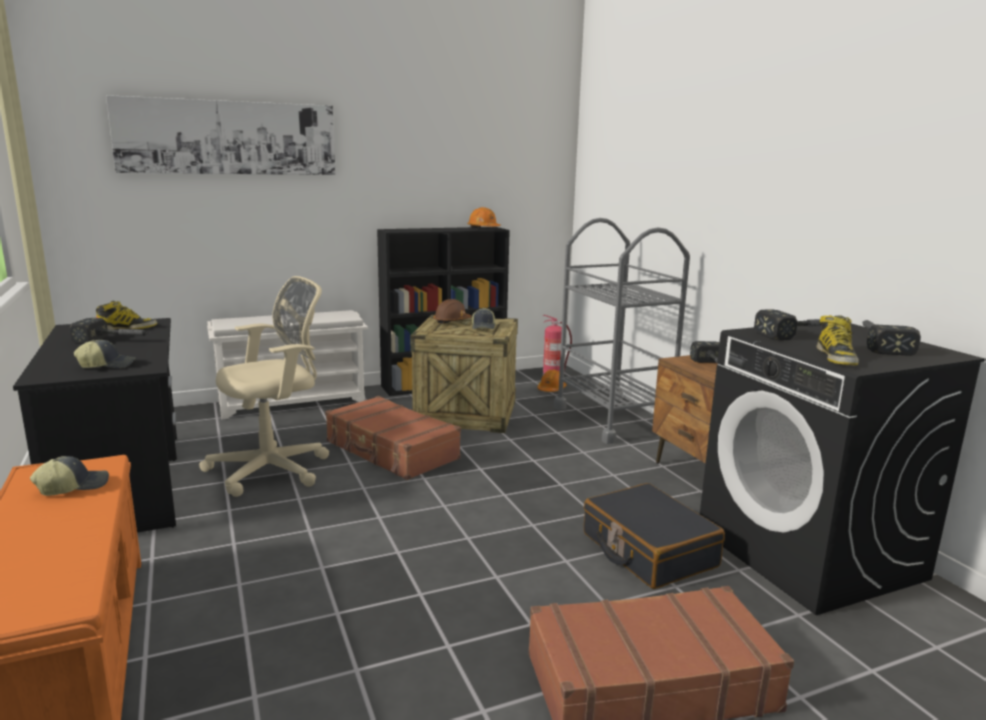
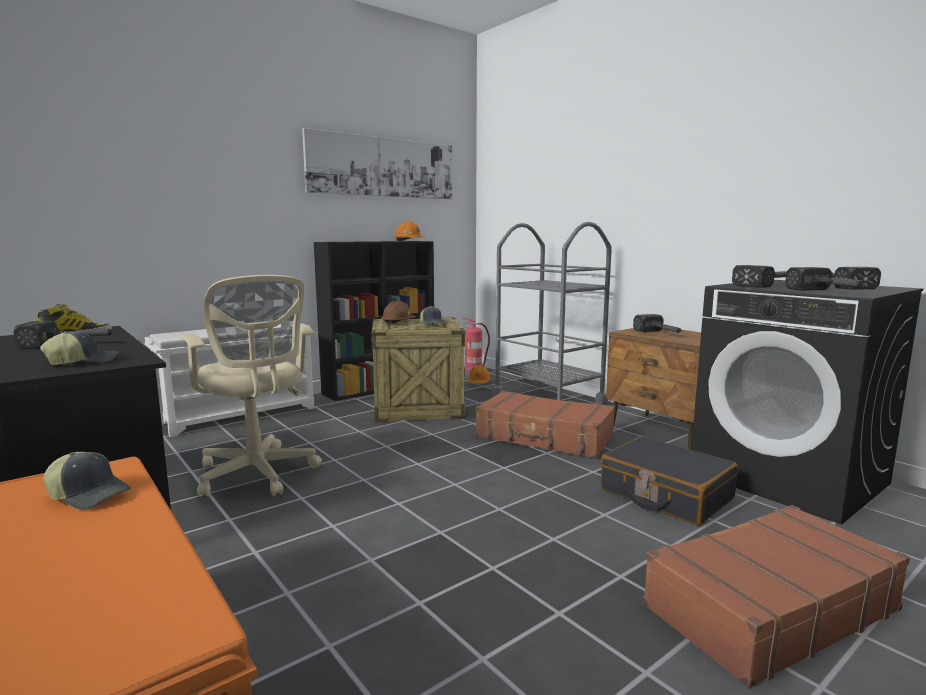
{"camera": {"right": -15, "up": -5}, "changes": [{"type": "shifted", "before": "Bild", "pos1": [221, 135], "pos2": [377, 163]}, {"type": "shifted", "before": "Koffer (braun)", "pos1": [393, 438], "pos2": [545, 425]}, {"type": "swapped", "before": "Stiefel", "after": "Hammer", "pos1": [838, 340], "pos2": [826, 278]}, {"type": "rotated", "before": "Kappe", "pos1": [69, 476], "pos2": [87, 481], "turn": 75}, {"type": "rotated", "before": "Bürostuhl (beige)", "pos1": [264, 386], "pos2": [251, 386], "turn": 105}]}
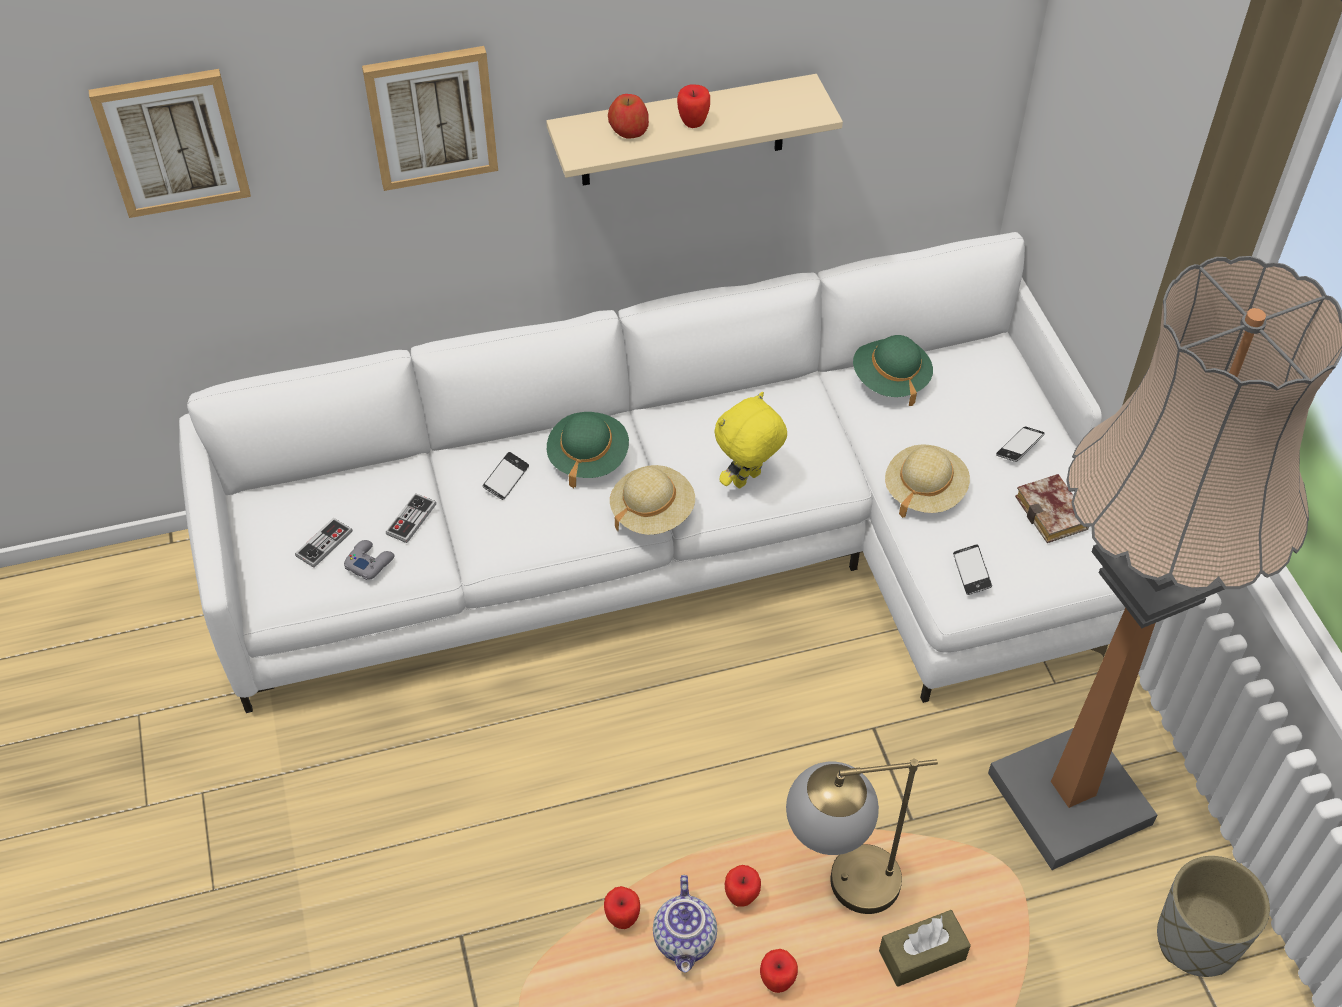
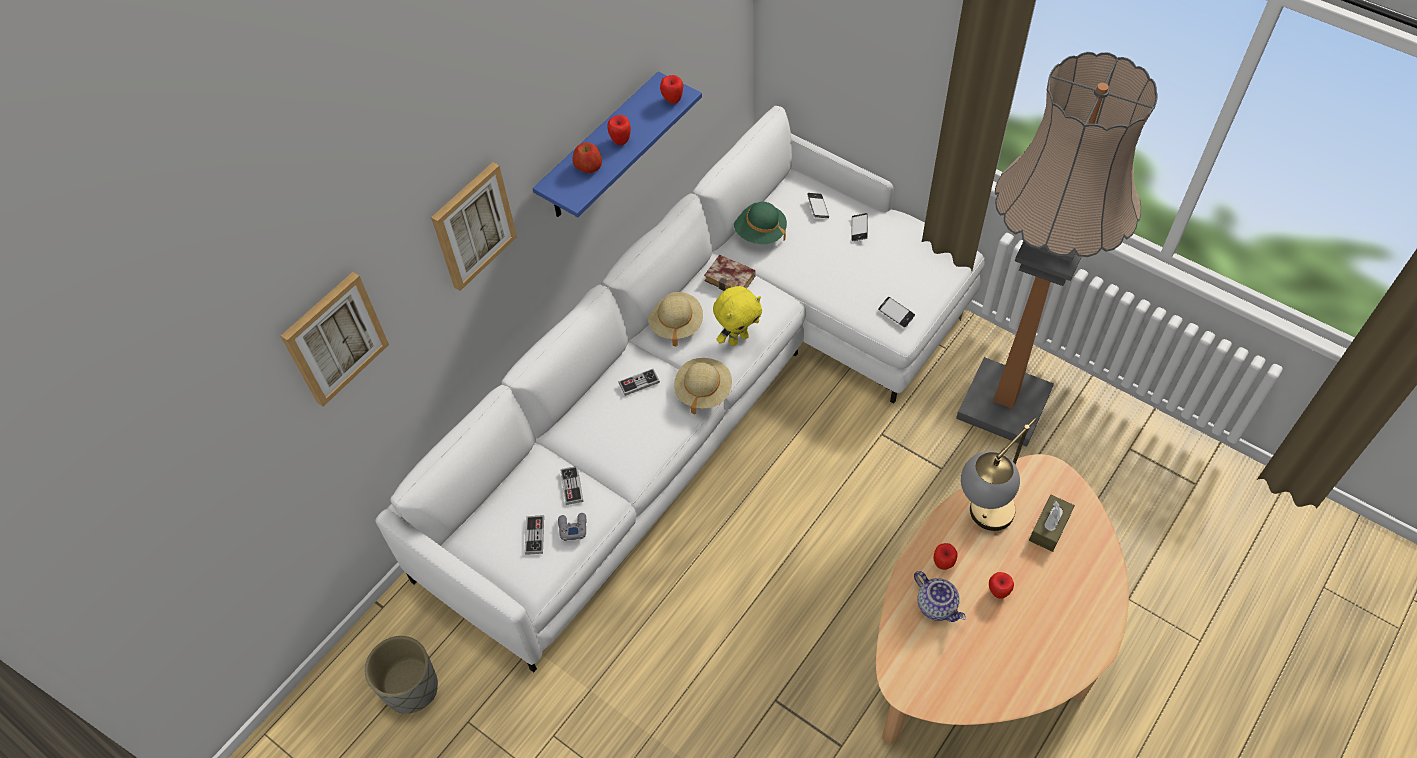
{"camera": {"right": -35, "up": 5}, "changes": [{"type": "shifted", "before": "Handy", "pos1": [506, 476], "pos2": [818, 205]}, {"type": "shifted", "before": "Apfel", "pos1": [622, 907], "pos2": [671, 89]}, {"type": "shifted", "before": "Hut (beige)", "pos1": [927, 481], "pos2": [675, 319]}, {"type": "shifted", "before": "Buch", "pos1": [1052, 508], "pos2": [730, 273]}, {"type": "shifted", "before": "Pflanzkübel (grau)", "pos1": [1213, 916], "pos2": [401, 675]}, {"type": "swapped", "before": "Hut (grün)", "after": "Gamepad", "pos1": [588, 450], "pos2": [639, 382]}, {"type": "repainted", "before": "Wandregal (beige)", "after": "Wandregal (blau)", "pos1": [694, 130], "pos2": [617, 144]}, {"type": "rotated", "before": "Plüschtier (gelb)", "pos1": [750, 440], "pos2": [737, 316], "turn": -135}]}
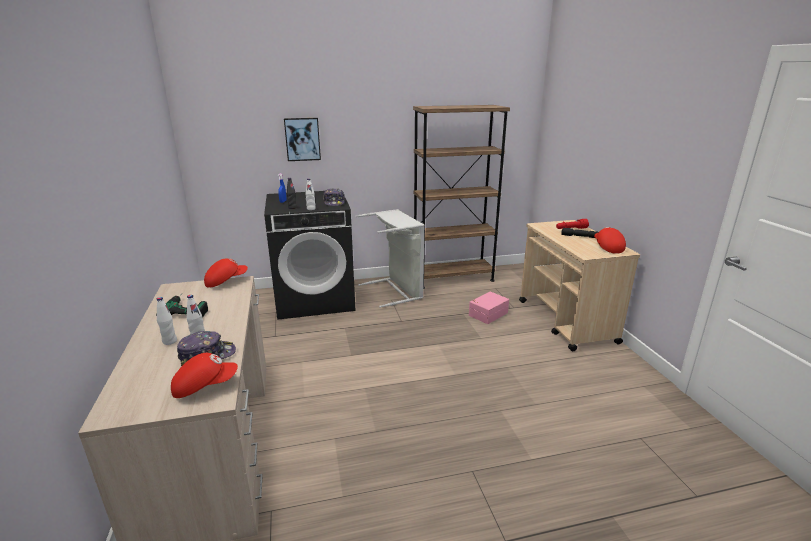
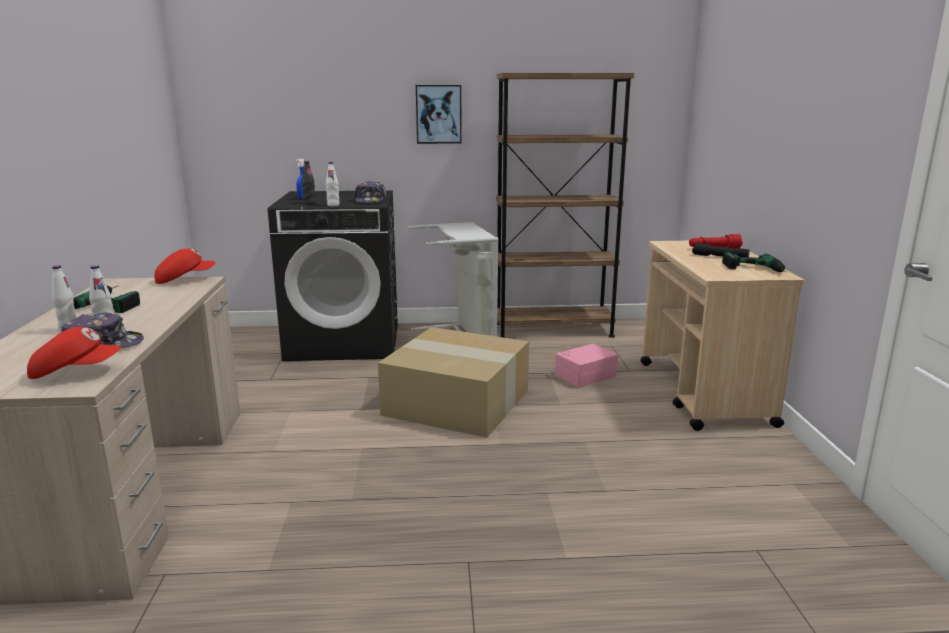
{"camera": {"right": 10, "up": -5}, "changes": [{"type": "new", "after": "Karton", "pos2": [453, 382]}, {"type": "shifted", "before": "Bild", "pos1": [302, 139], "pos2": [439, 114]}, {"type": "swapped", "before": "Kappe (rot)", "after": "Bohrmaschine", "pos1": [610, 240], "pos2": [754, 262]}]}
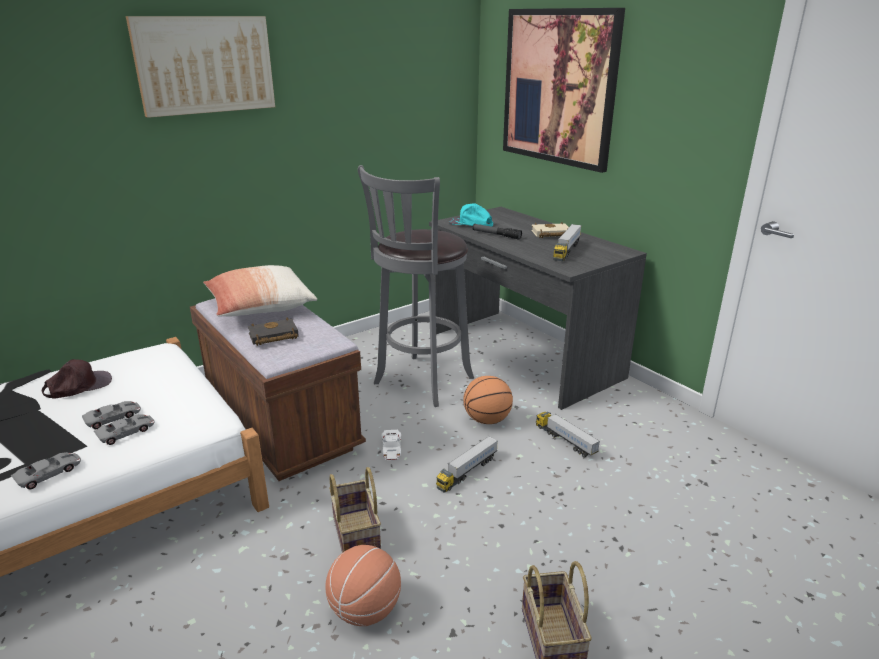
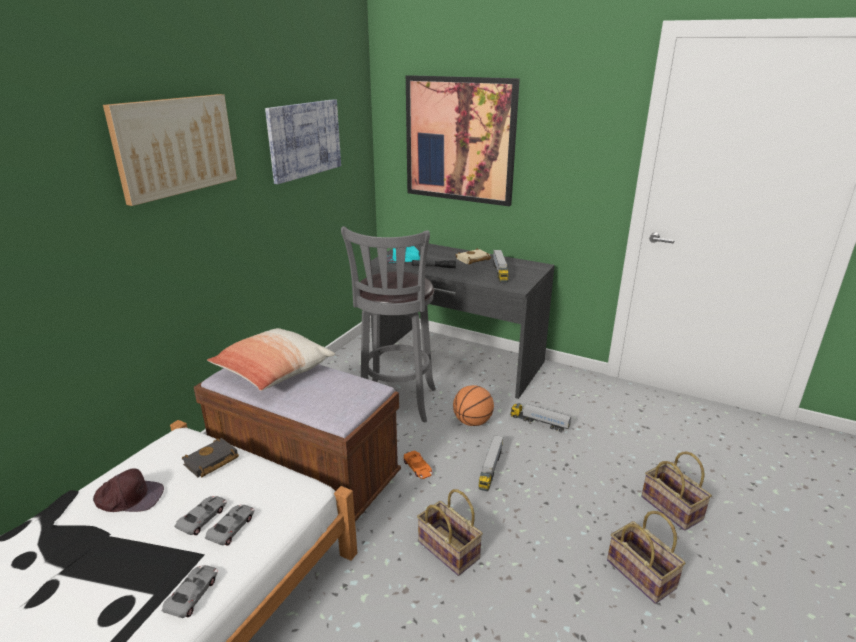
{"camera": {"right": -25, "up": 0}, "changes": [{"type": "gone", "before": "Basketball", "pos1": [363, 585]}, {"type": "new", "after": "Bild", "pos2": [303, 141]}, {"type": "new", "after": "Korb", "pos2": [676, 491]}, {"type": "shifted", "before": "Buch (schwarz)", "pos1": [273, 332], "pos2": [210, 458]}, {"type": "repainted", "before": "Spielzeugauto (weiß)", "after": "Spielzeugauto (orange)", "pos1": [391, 445], "pos2": [418, 464]}, {"type": "rotated", "before": "Kappe (braun)", "pos1": [77, 379], "pos2": [128, 490], "turn": 60}]}
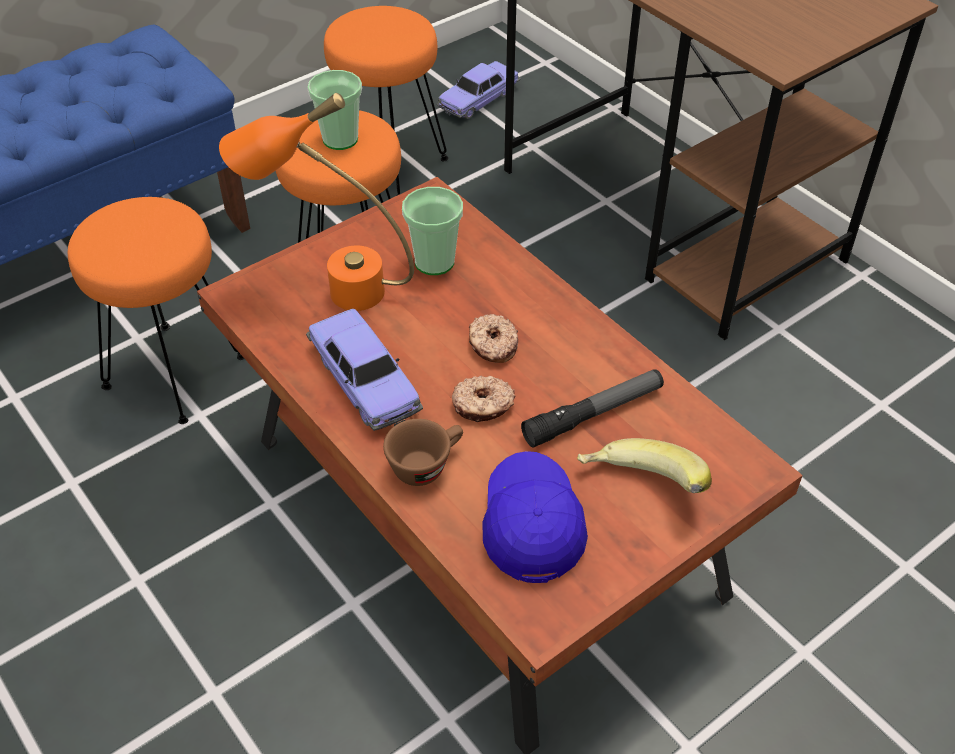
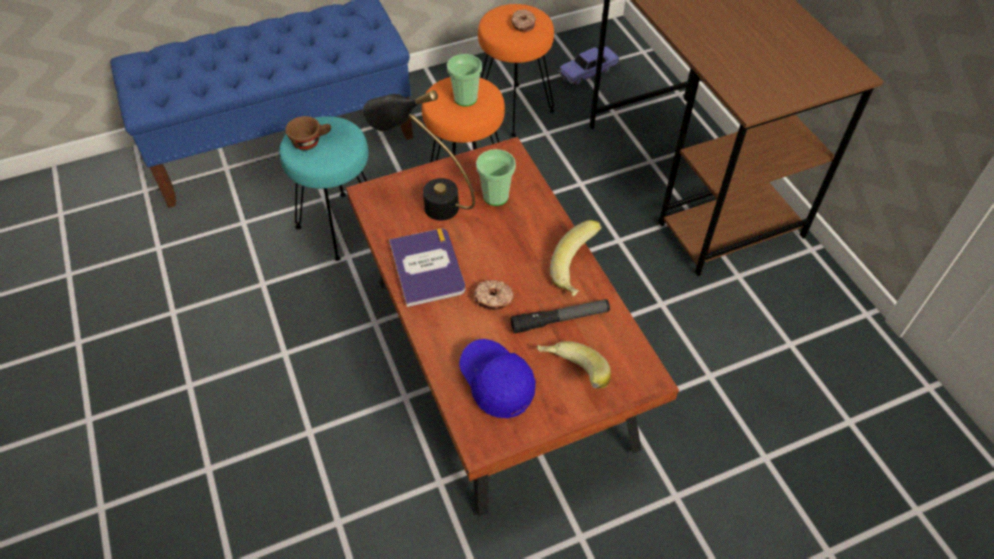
{"camera": {"right": 15, "up": 5}, "changes": [{"type": "new", "after": "Banane", "pos2": [576, 258]}, {"type": "shifted", "before": "Tasse (braun)", "pos1": [423, 452], "pos2": [308, 133]}, {"type": "shifted", "before": "Donut", "pos1": [493, 338], "pos2": [523, 20]}, {"type": "swapped", "before": "Spielzeugauto", "after": "Buch", "pos1": [364, 370], "pos2": [427, 268]}, {"type": "repainted", "before": "Hocker (orange)", "after": "Hocker (türkis)", "pos1": [156, 310], "pos2": [323, 188]}, {"type": "repainted", "before": "Tischlampe (orange)", "after": "Tischlampe (schwarz)", "pos1": [316, 202], "pos2": [419, 155]}, {"type": "rotated", "before": "Kappe (blau)", "pos1": [535, 517], "pos2": [497, 378], "turn": -45}]}
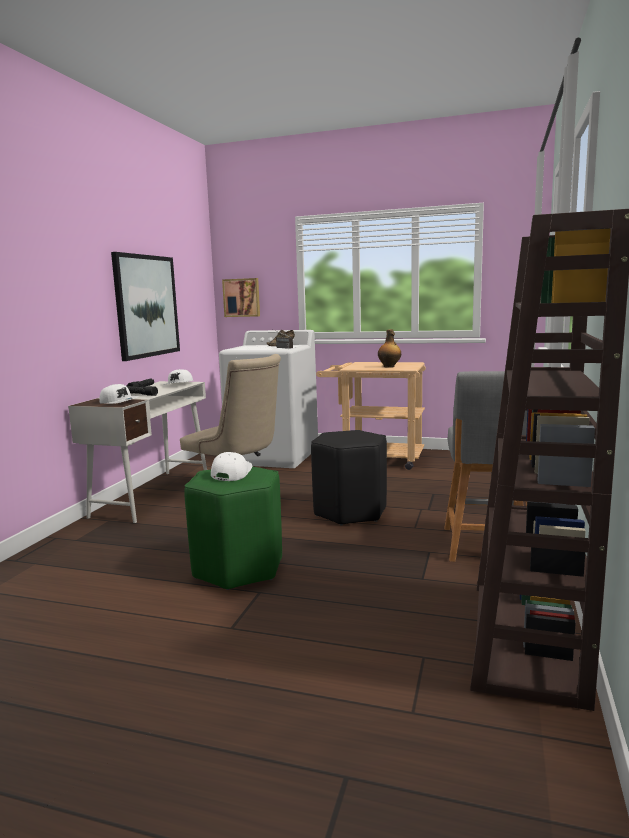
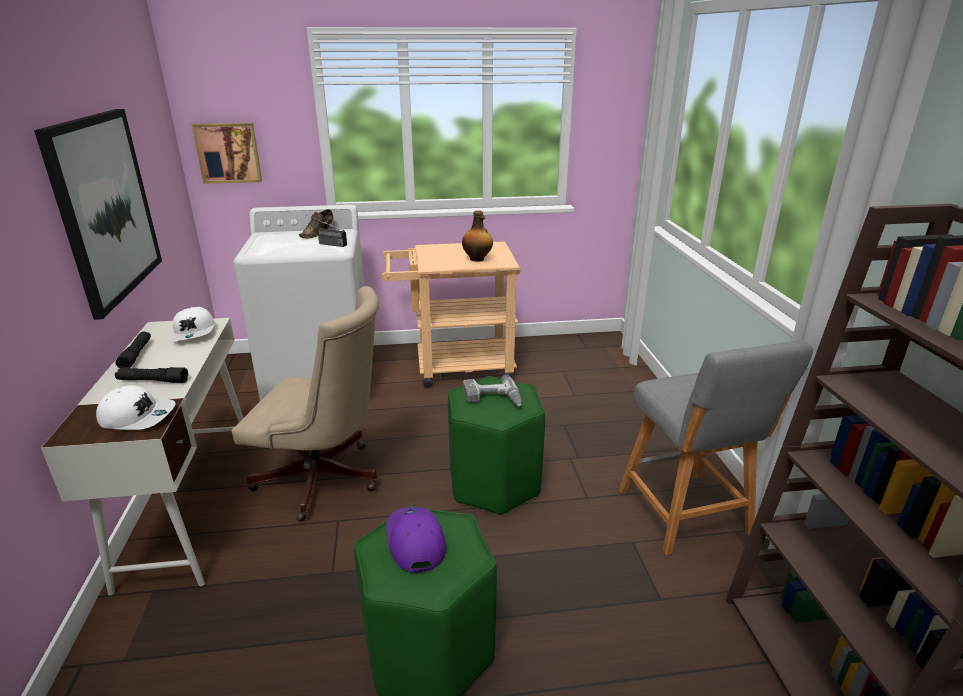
{"camera": {"right": -25, "up": 15}, "changes": [{"type": "new", "after": "Bohrmaschine", "pos2": [492, 390]}, {"type": "repainted", "before": "Kappe (weiß)", "after": "Kappe (lila)", "pos1": [231, 466], "pos2": [416, 540]}, {"type": "repainted", "before": "Hocker (schwarz)", "after": "Hocker (grün)", "pos1": [349, 478], "pos2": [496, 445]}]}
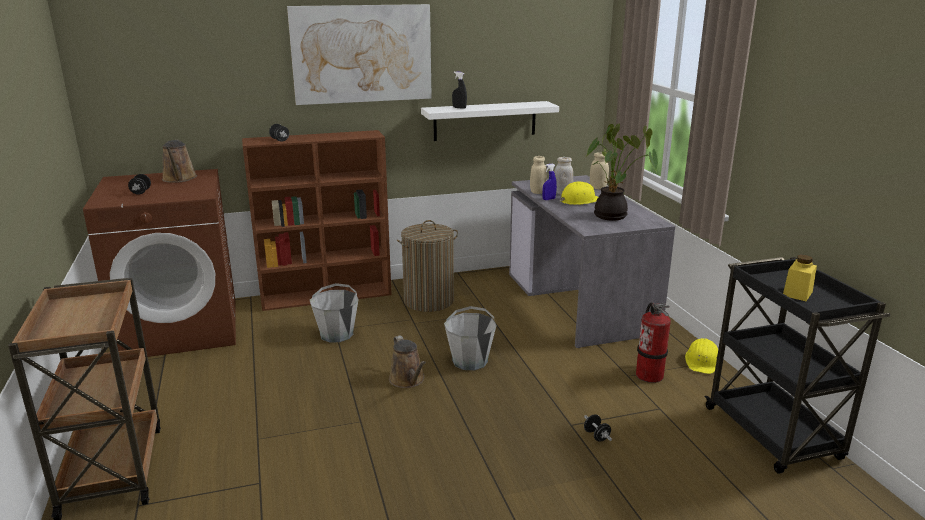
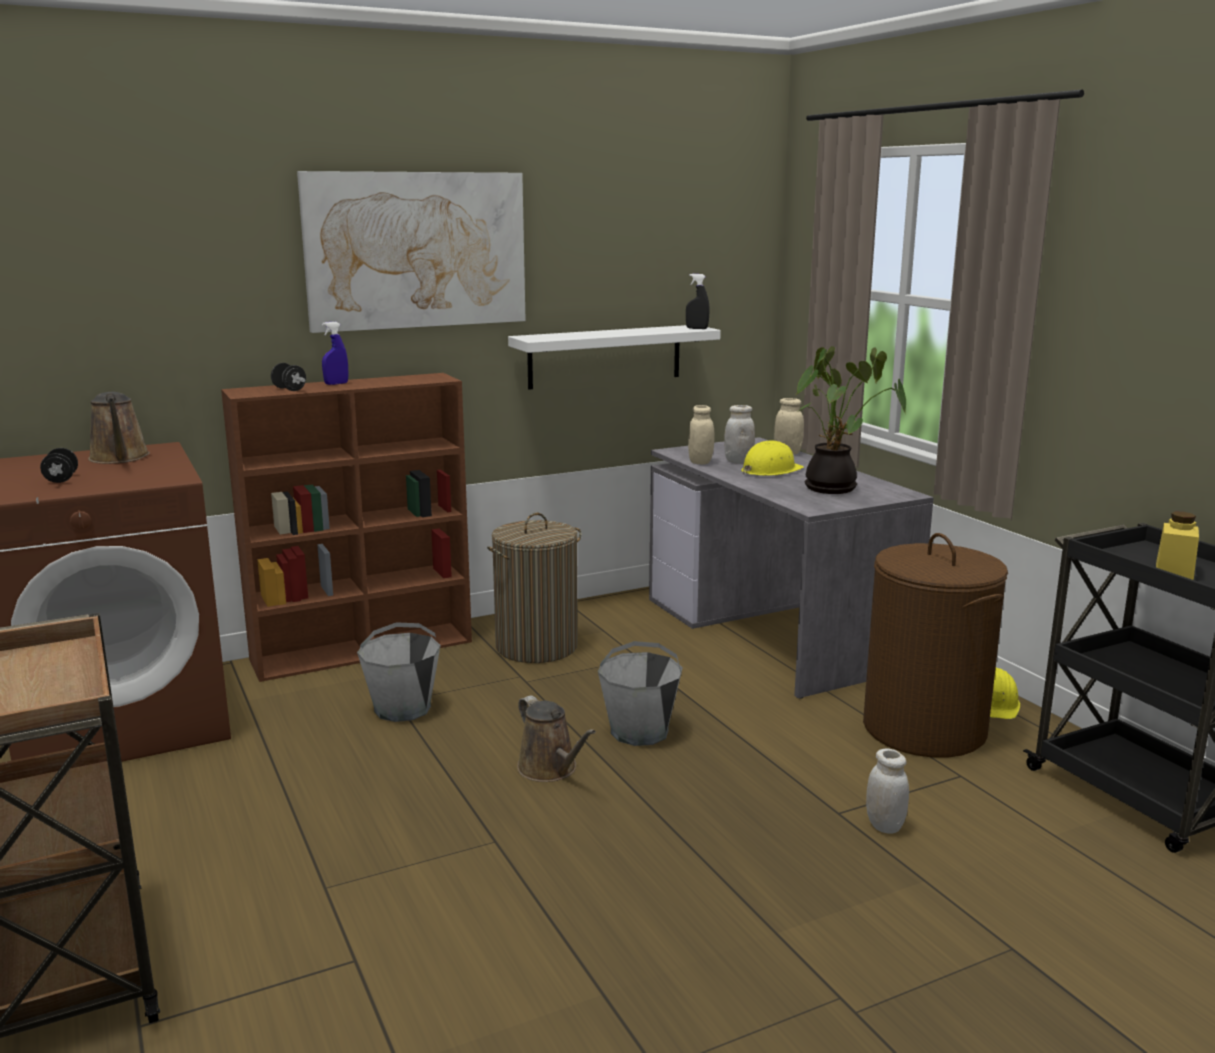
{"camera": {"right": -10, "up": -5}, "changes": [{"type": "shifted", "before": "Sprühflasche (schwarz)", "pos1": [459, 90], "pos2": [697, 301]}, {"type": "shifted", "before": "Sprühflasche (blau)", "pos1": [549, 181], "pos2": [335, 353]}, {"type": "swapped", "before": "Hantel (schwarz)", "after": "Vorratsglas (weiß)", "pos1": [598, 428], "pos2": [887, 791]}, {"type": "swapped", "before": "Feuerlöscher", "after": "Wäschekorb (braun)", "pos1": [653, 342], "pos2": [935, 645]}]}
